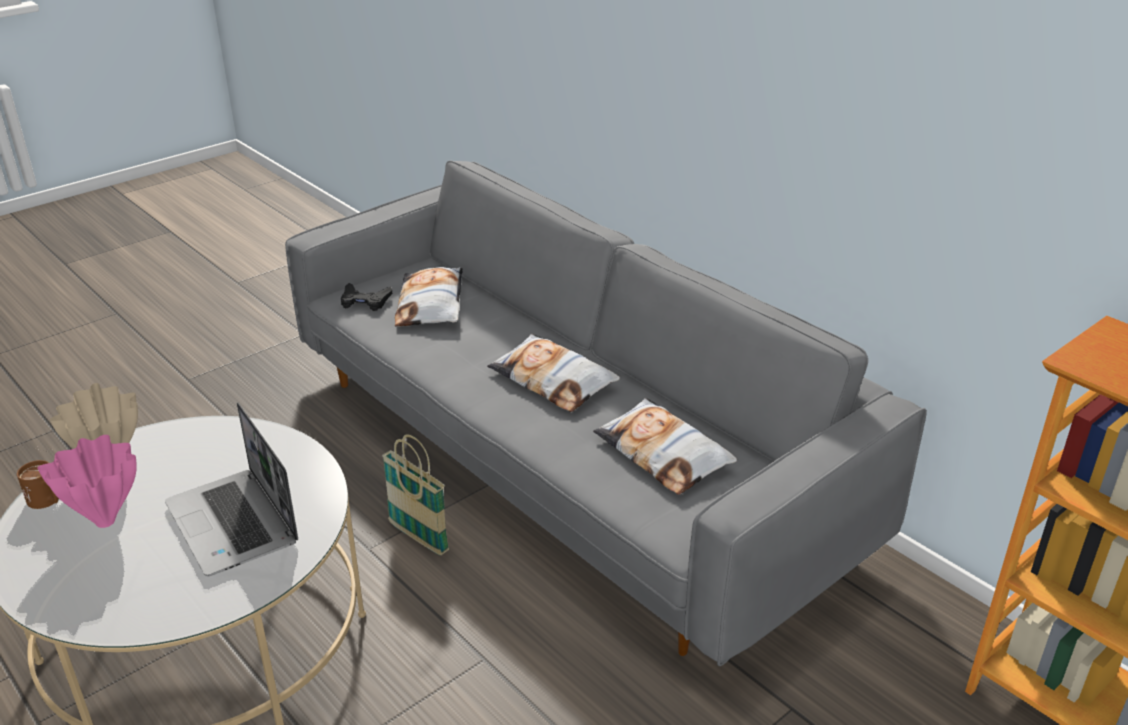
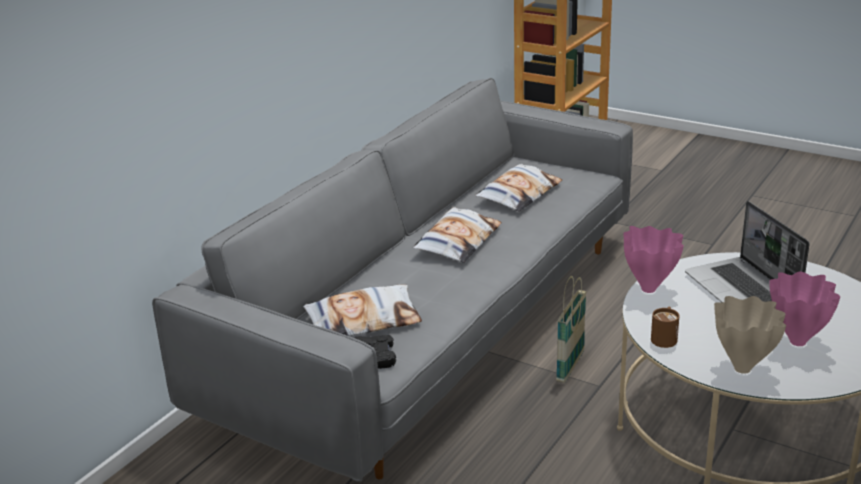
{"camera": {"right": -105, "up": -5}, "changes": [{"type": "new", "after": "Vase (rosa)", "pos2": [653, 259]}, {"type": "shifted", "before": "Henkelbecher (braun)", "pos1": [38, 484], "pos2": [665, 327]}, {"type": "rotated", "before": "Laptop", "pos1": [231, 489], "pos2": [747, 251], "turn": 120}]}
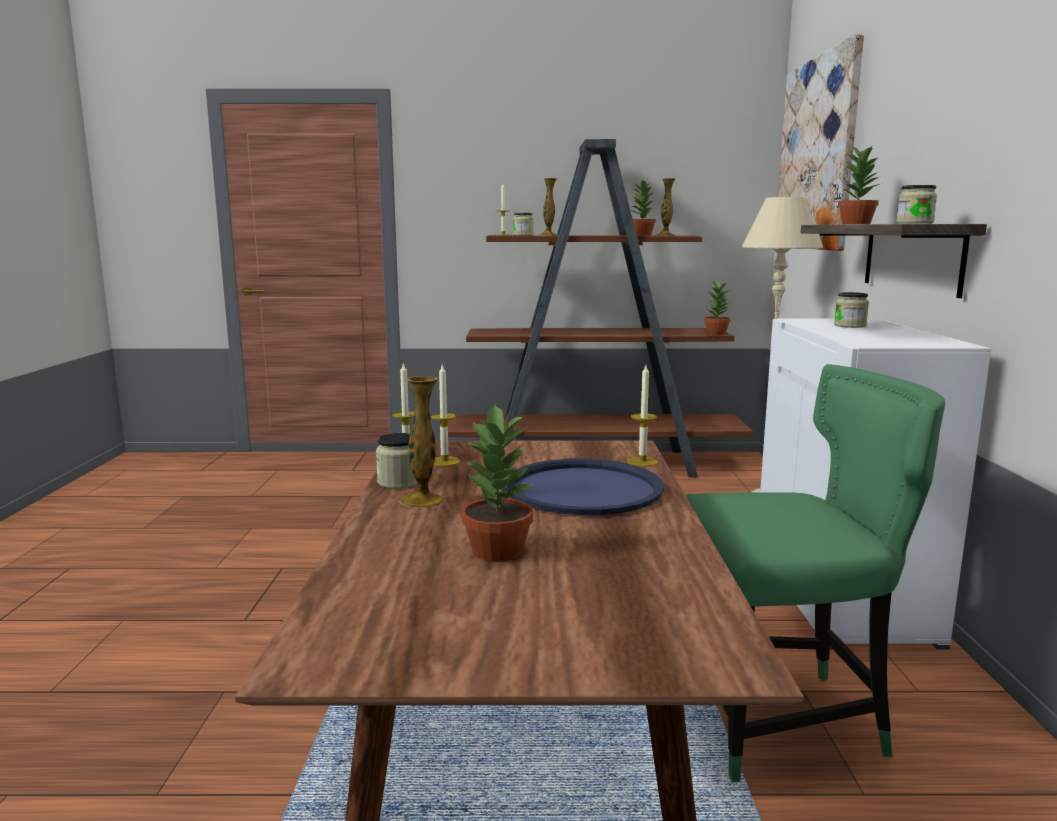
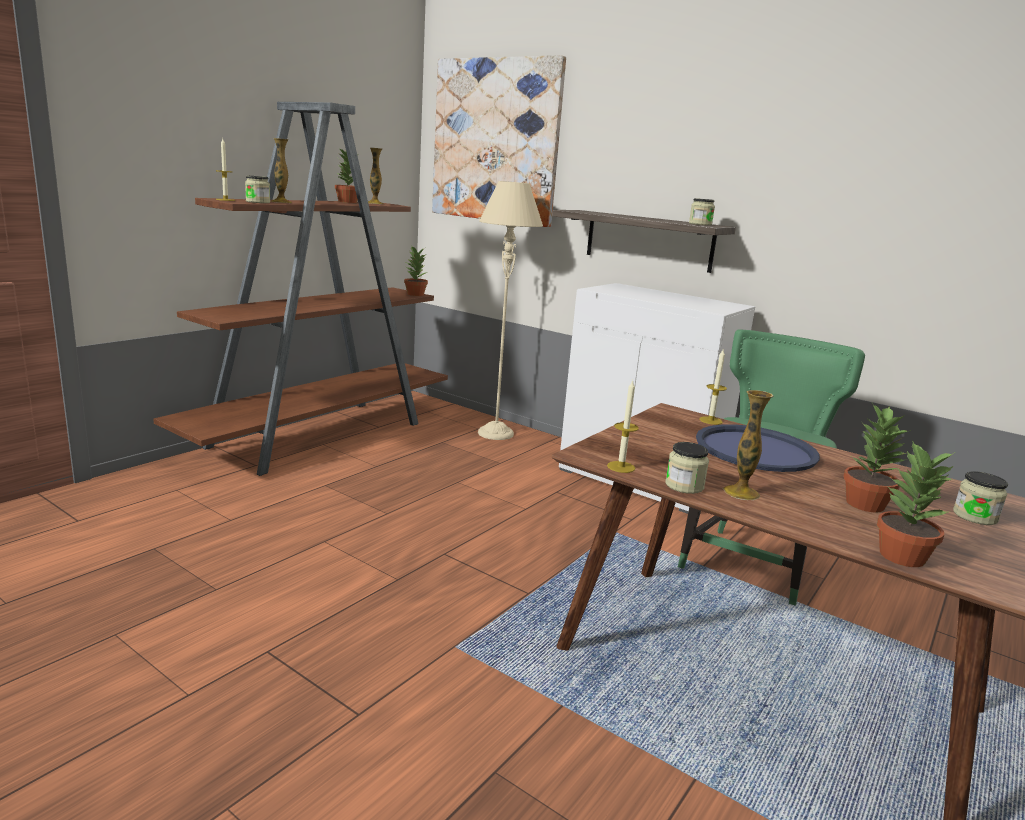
{"camera": {"right": -55, "up": 5}, "changes": [{"type": "gone", "before": "Kerze", "pos1": [445, 415]}, {"type": "shifted", "before": "Vorratsglas", "pos1": [851, 310], "pos2": [980, 498]}, {"type": "shifted", "before": "Topfpflanze", "pos1": [859, 184], "pos2": [915, 504]}]}
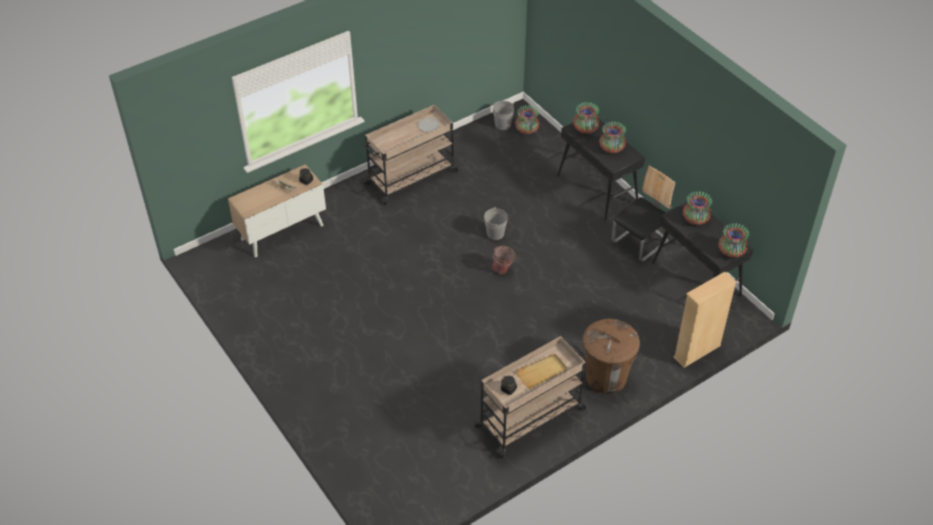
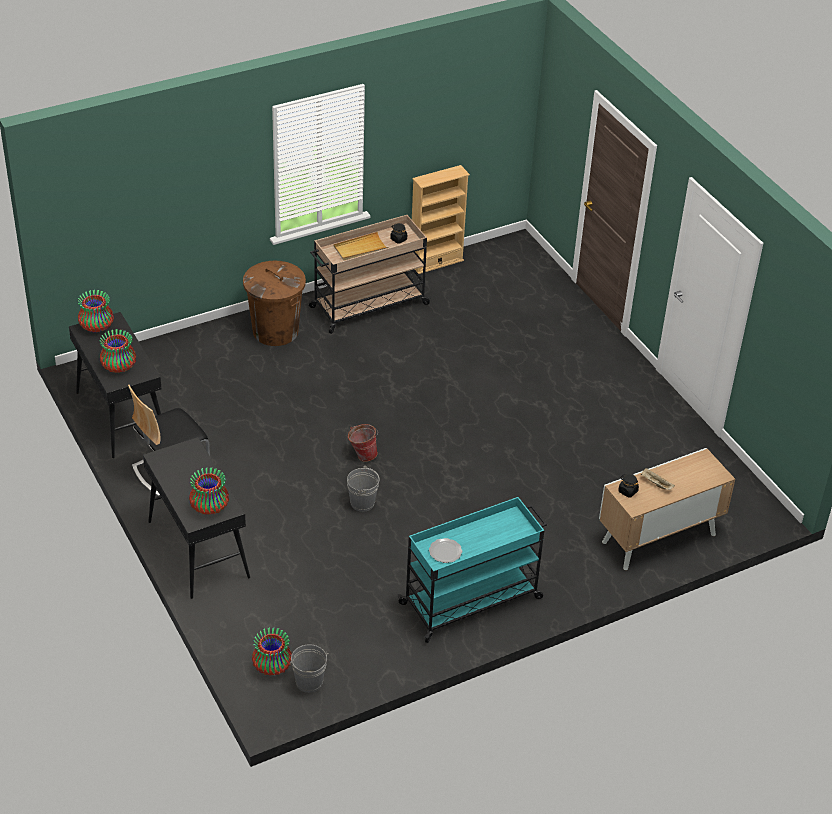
{"camera": {"right": -175, "up": -5}, "changes": [{"type": "gone", "before": "Vase", "pos1": [612, 137]}, {"type": "shifted", "before": "Bücherregal (beige)", "pos1": [705, 320], "pos2": [441, 219]}, {"type": "repainted", "before": "Rollwagen (beige)", "after": "Rollwagen (türkis)", "pos1": [411, 155], "pos2": [472, 570]}]}
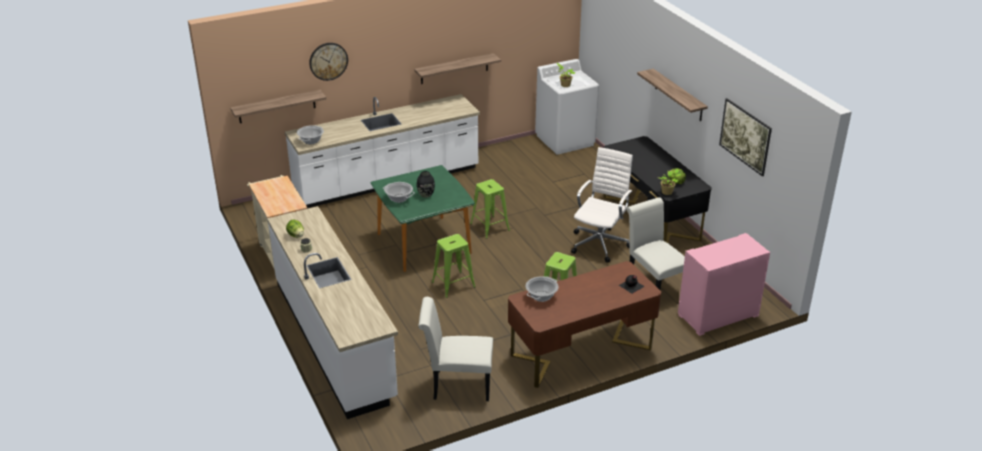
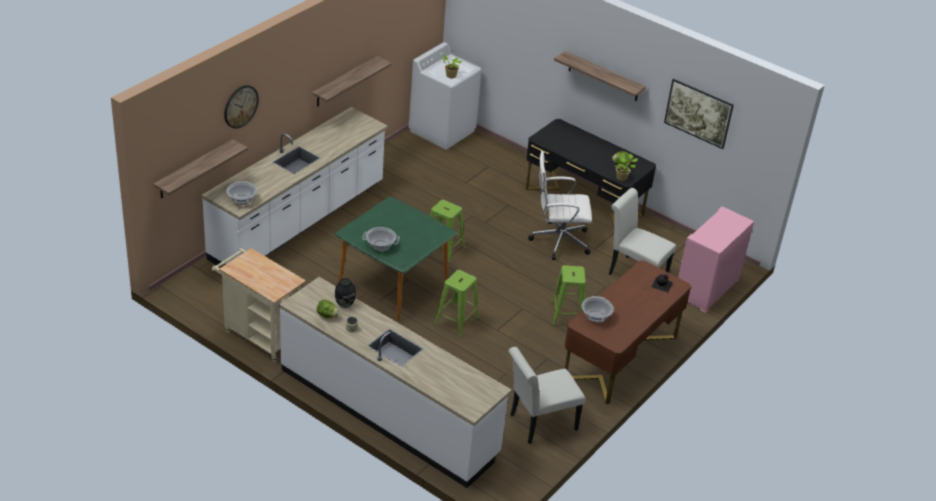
{"camera": {"right": -30, "up": 5}, "changes": [{"type": "shifted", "before": "Vase (schwarz)", "pos1": [426, 184], "pos2": [345, 293]}, {"type": "rotated", "before": "Bürostuhl (weiß)", "pos1": [602, 205], "pos2": [560, 205], "turn": -90}]}
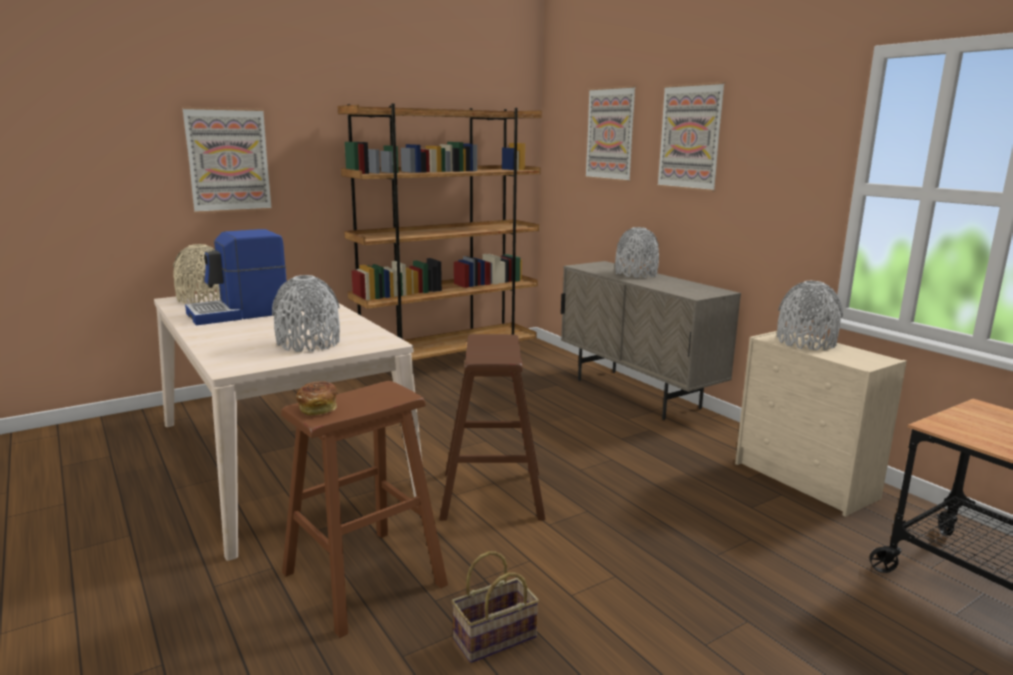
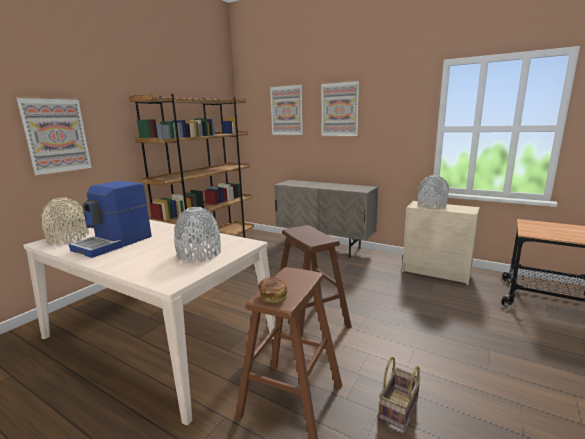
{"camera": {"right": -25, "up": 0}, "changes": [{"type": "gone", "before": "Vase (grau)", "pos1": [637, 252]}]}
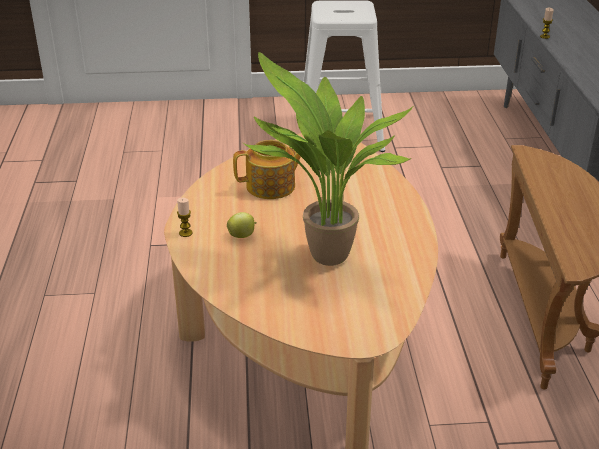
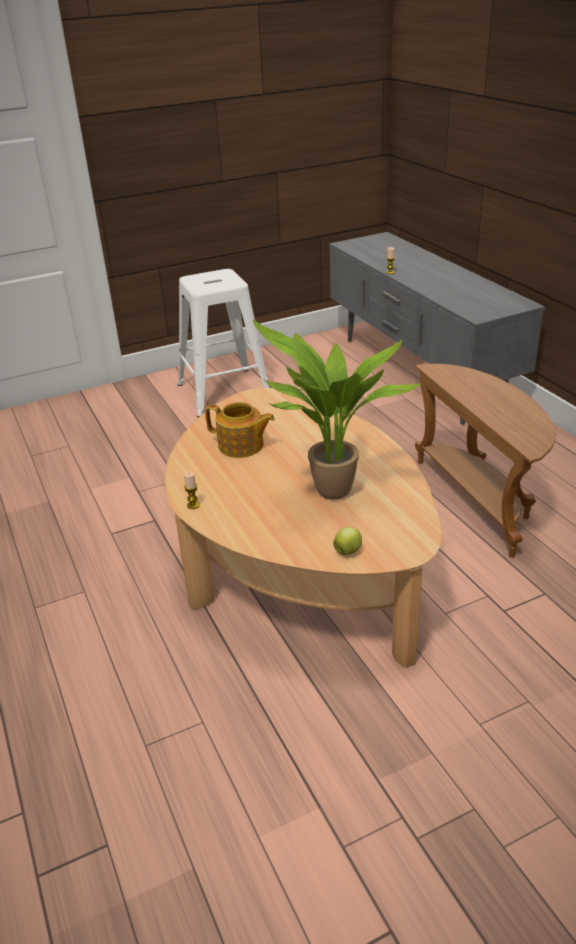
{"camera": {"right": -20, "up": 0}, "changes": [{"type": "shifted", "before": "Apfel", "pos1": [242, 225], "pos2": [347, 541]}, {"type": "rotated", "before": "Teekanne", "pos1": [267, 169], "pos2": [240, 430], "turn": 60}]}
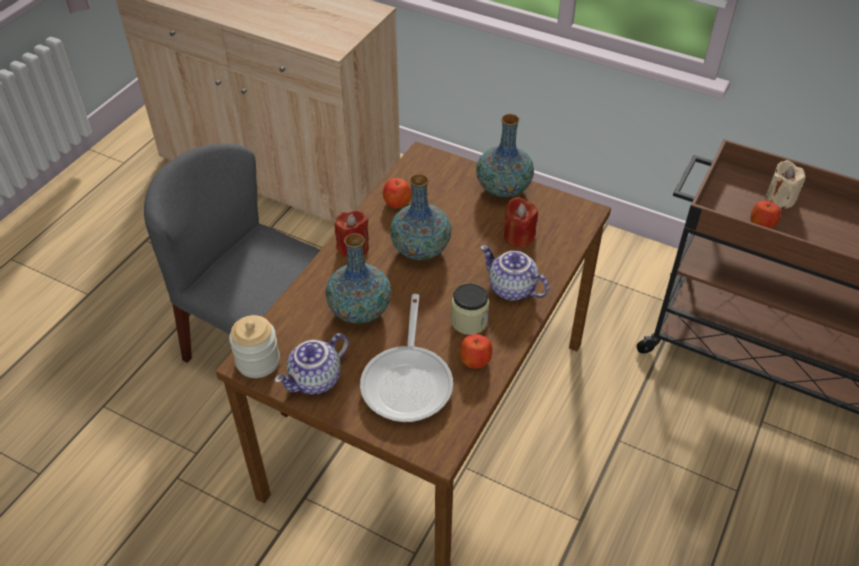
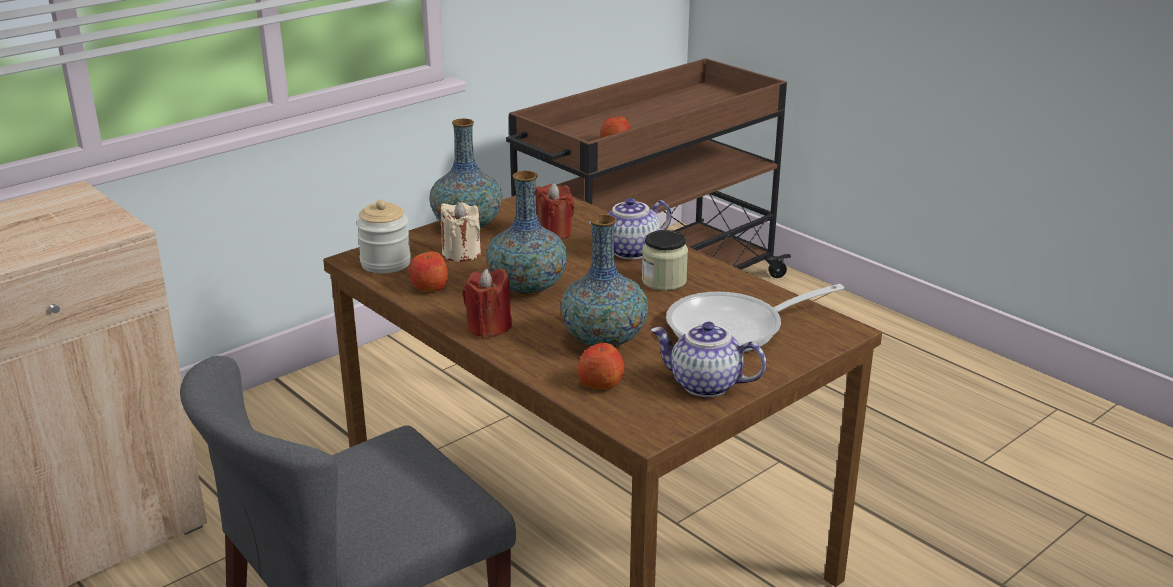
{"camera": {"right": -70, "up": -20}, "changes": [{"type": "shifted", "before": "Vorratsglas", "pos1": [254, 346], "pos2": [383, 236]}, {"type": "shifted", "before": "Apfel", "pos1": [476, 351], "pos2": [601, 366]}, {"type": "shifted", "before": "Kerze (beige)", "pos1": [786, 184], "pos2": [461, 232]}, {"type": "rotated", "before": "Teekanne", "pos1": [312, 363], "pos2": [708, 359], "turn": 135}, {"type": "rotated", "before": "Pfanne", "pos1": [406, 358], "pos2": [755, 318], "turn": 135}]}
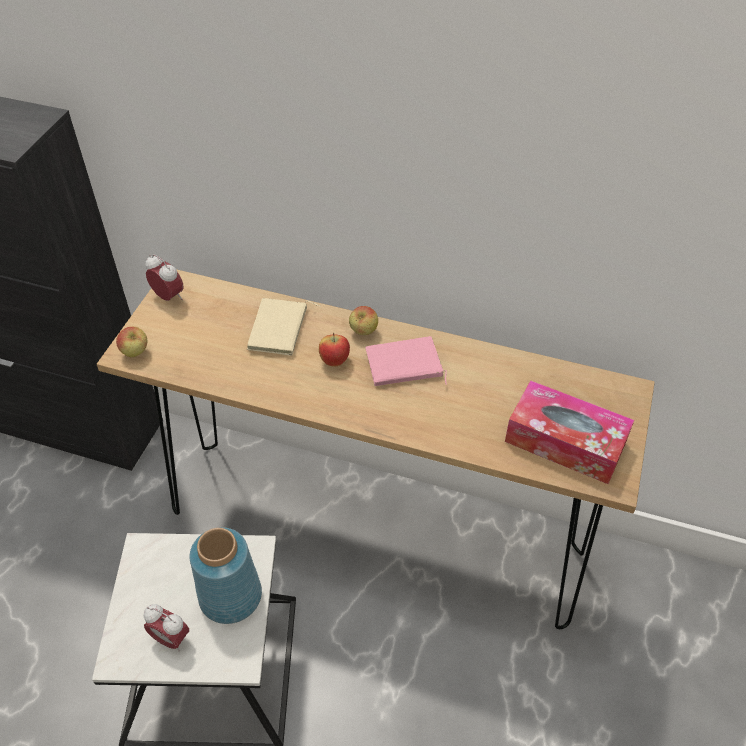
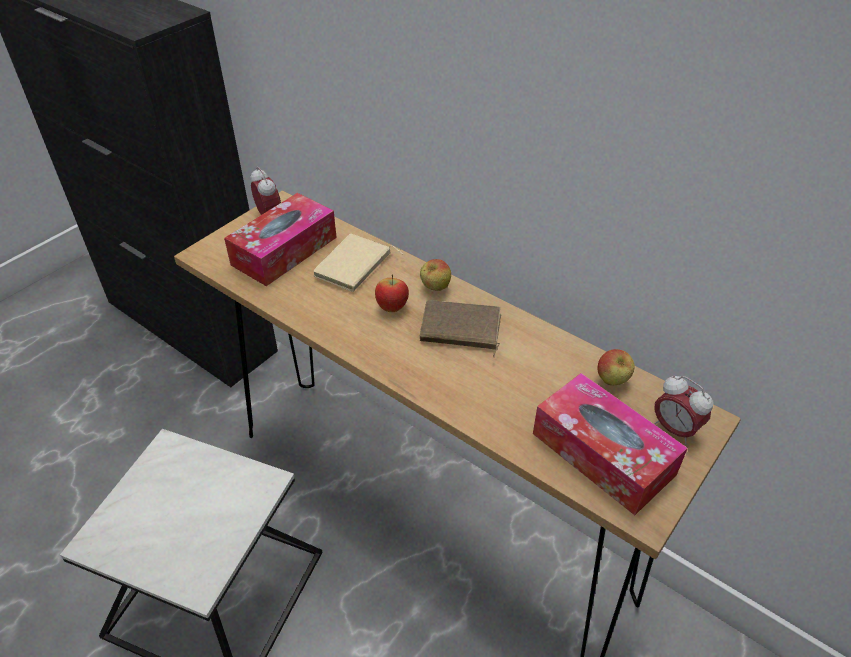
{"camera": {"right": 20, "up": -5}, "changes": [{"type": "gone", "before": "Vase (blau)", "pos1": [226, 575]}, {"type": "new", "after": "Taschentuchbox", "pos2": [280, 239]}, {"type": "shifted", "before": "Apfel", "pos1": [131, 342], "pos2": [616, 367]}, {"type": "shifted", "before": "Wecker", "pos1": [166, 628], "pos2": [683, 410]}, {"type": "repainted", "before": "Buch (rosa)", "after": "Buch (braun)", "pos1": [406, 361], "pos2": [460, 329]}]}
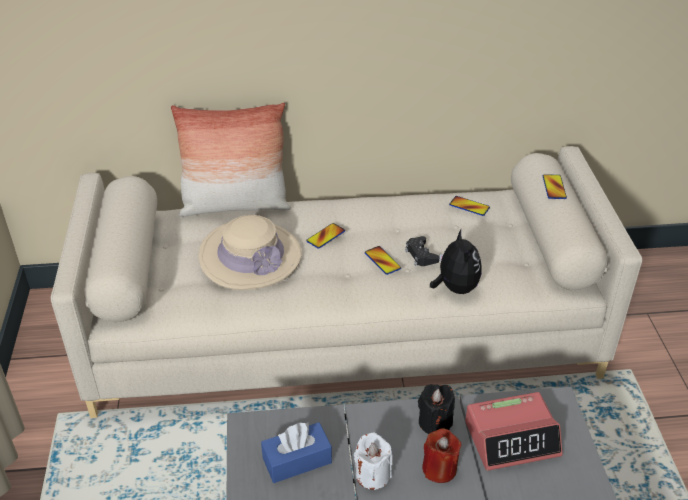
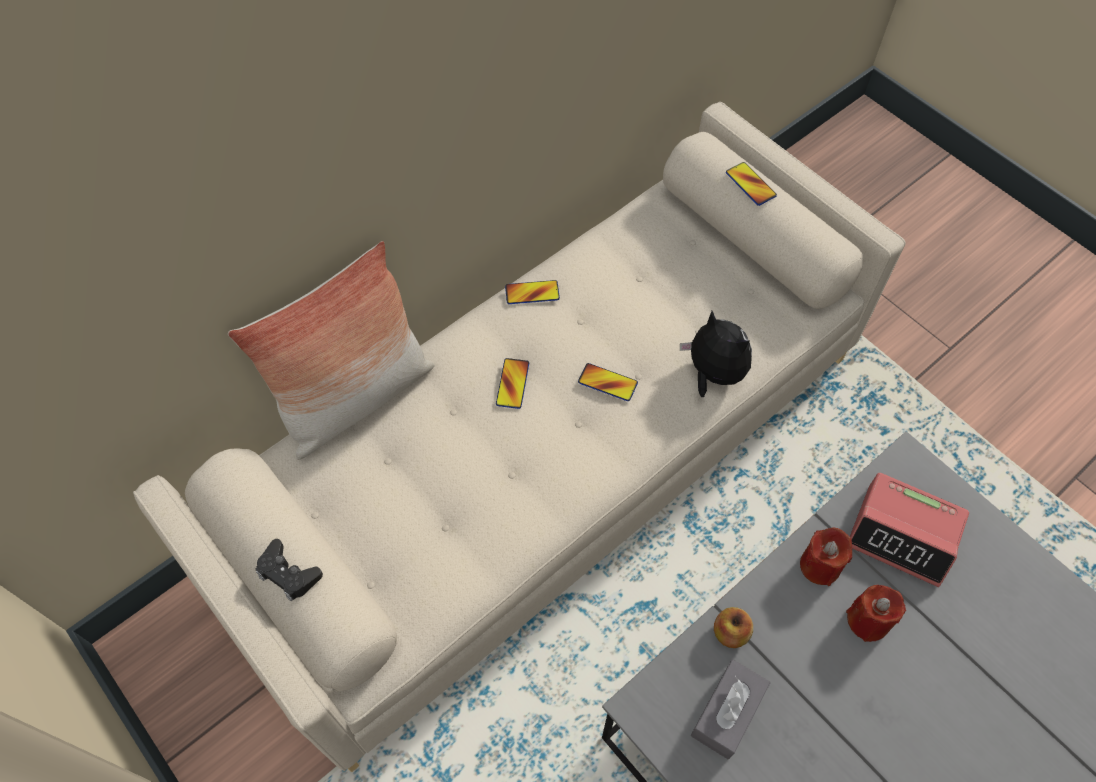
{"camera": {"right": -35, "up": 20}, "changes": [{"type": "gone", "before": "Hut (beige)", "pos1": [250, 252]}, {"type": "gone", "before": "Kerze (weiß)", "pos1": [373, 461]}, {"type": "new", "after": "Apfel", "pos2": [733, 627]}, {"type": "shifted", "before": "Gamepad (schwarz)", "pos1": [422, 251], "pos2": [289, 570]}, {"type": "shifted", "before": "Handy", "pos1": [469, 206], "pos2": [532, 292]}, {"type": "repainted", "before": "Taschentuchbox (blau)", "after": "Taschentuchbox (grau)", "pos1": [296, 452], "pos2": [731, 709]}, {"type": "repainted", "before": "Kerze (schwarz)", "after": "Kerze (rot)", "pos1": [436, 409], "pos2": [826, 556]}, {"type": "rotated", "before": "Wecker", "pos1": [514, 431], "pos2": [909, 530], "turn": 75}]}
